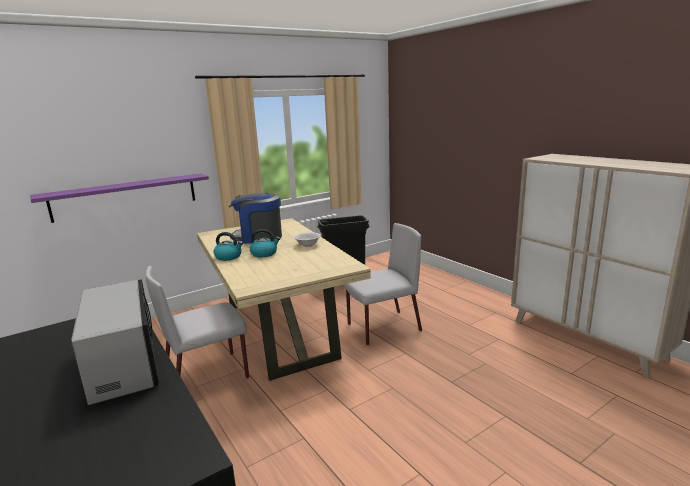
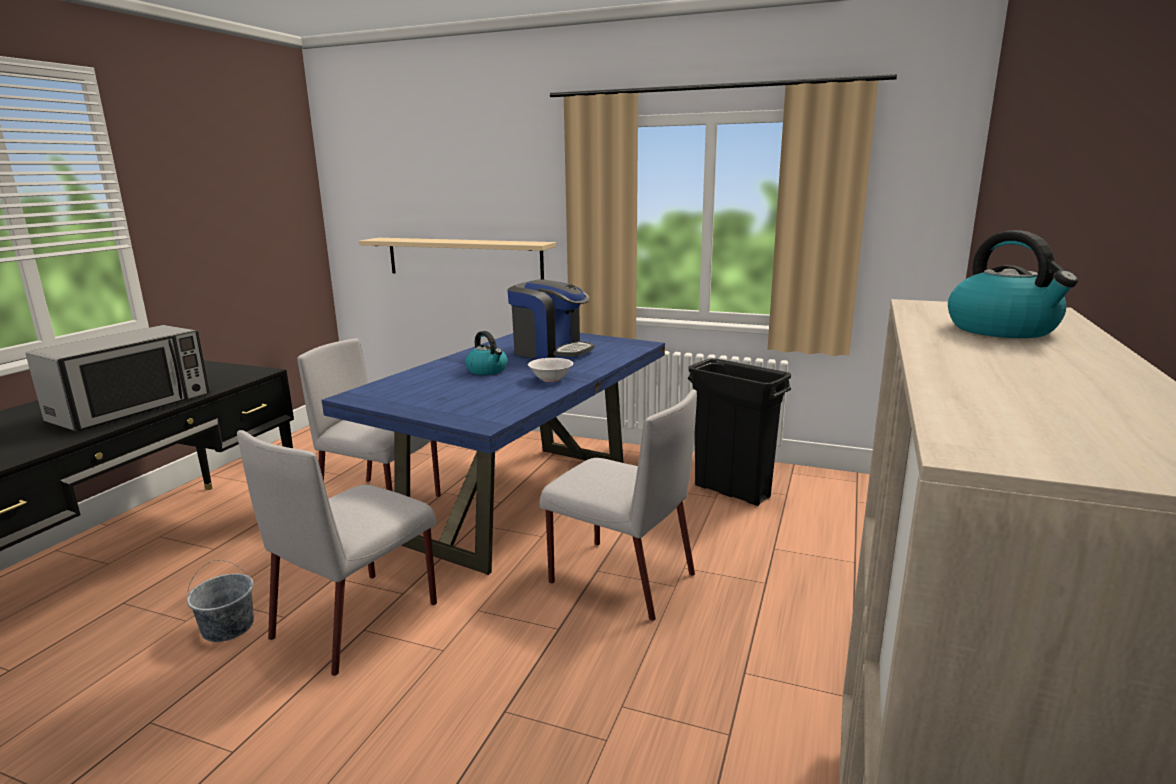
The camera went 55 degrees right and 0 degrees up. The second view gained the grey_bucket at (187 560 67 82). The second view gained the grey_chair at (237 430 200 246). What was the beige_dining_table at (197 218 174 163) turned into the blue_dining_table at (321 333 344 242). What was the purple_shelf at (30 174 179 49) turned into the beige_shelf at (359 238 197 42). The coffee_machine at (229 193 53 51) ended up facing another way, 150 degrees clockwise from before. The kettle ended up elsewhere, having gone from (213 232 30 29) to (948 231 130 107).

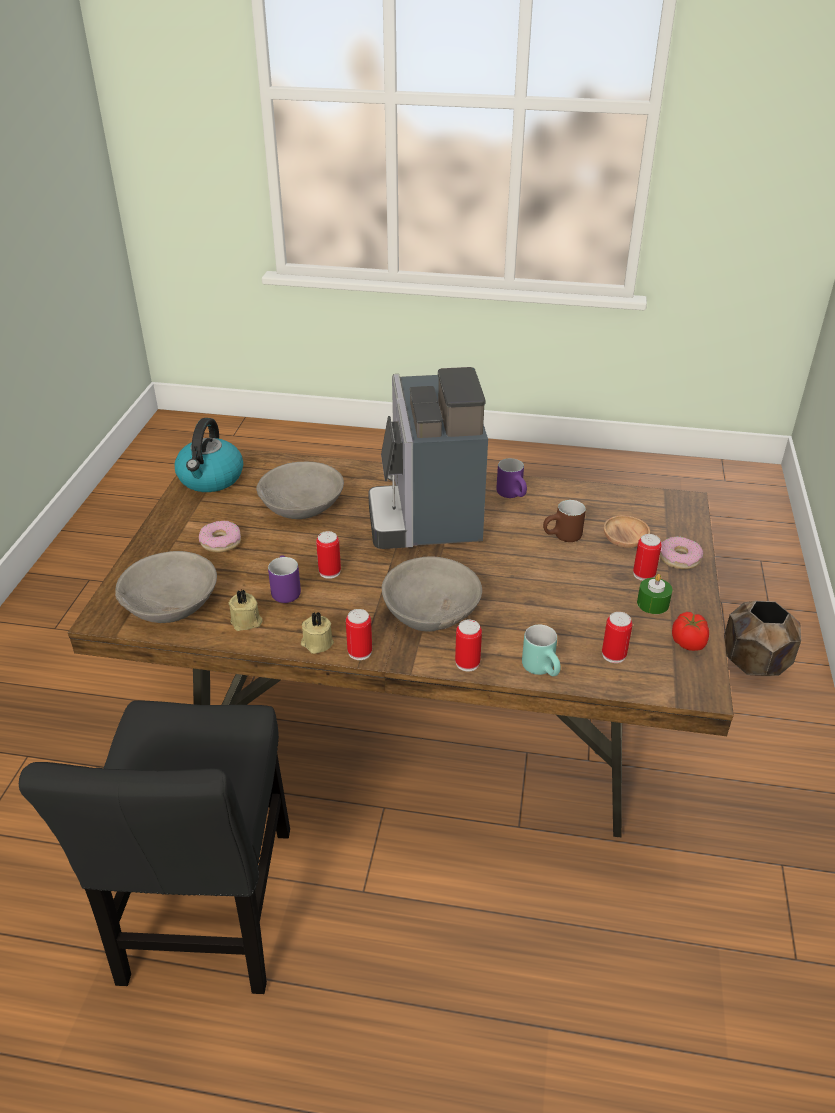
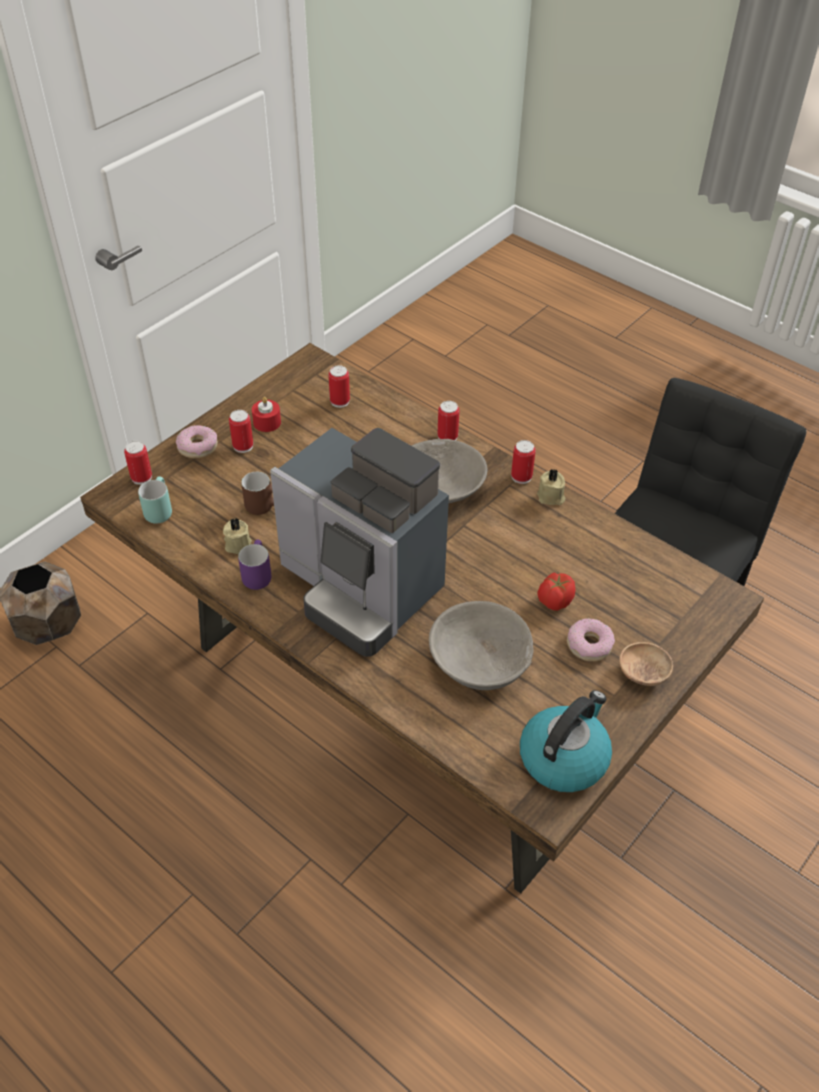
The camera went 150 degrees left and 10 degrees up. The can ended up elsewhere, having gone from (316 531 25 48) to (124 441 28 44). The turquoise_mug ended up elsewhere, having gone from (522 625 39 51) to (138 476 34 48). The beige_candle ended up elsewhere, having gone from (229 590 33 41) to (223 518 29 36). What was the green_candle at (637 574 36 40) turned into the red_candle at (252 397 29 35). The coffee_machine at (368 367 120 182) ended up facing another way, 105 degrees clockwise from before. The tomato ended up elsewhere, having gone from (672 612 37 39) to (537 572 38 39). The brown_bowl ended up elsewhere, having gone from (604 515 46 33) to (619 642 54 44). The second view lost the grey_bowl at (115 551 102 72). The second view lost the purple_mug at (268 555 33 48).

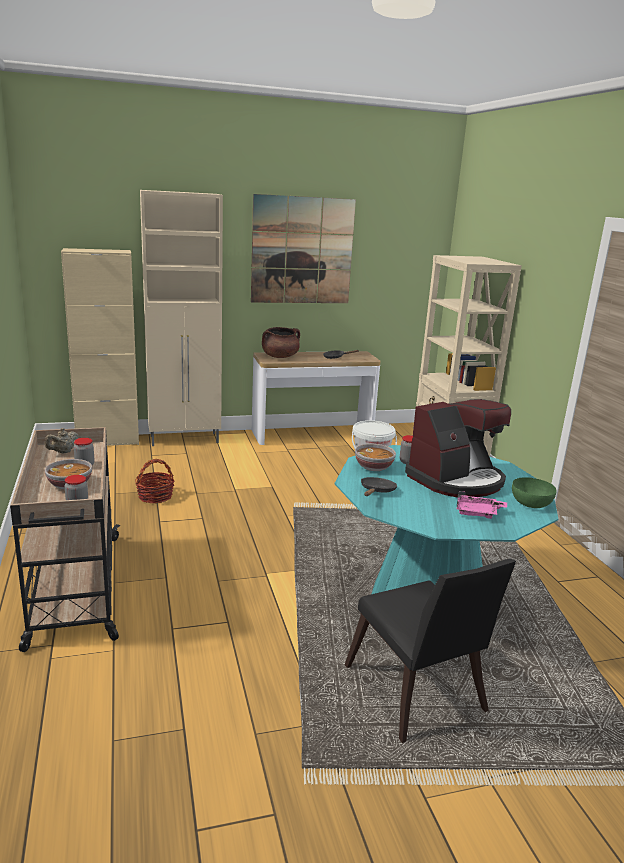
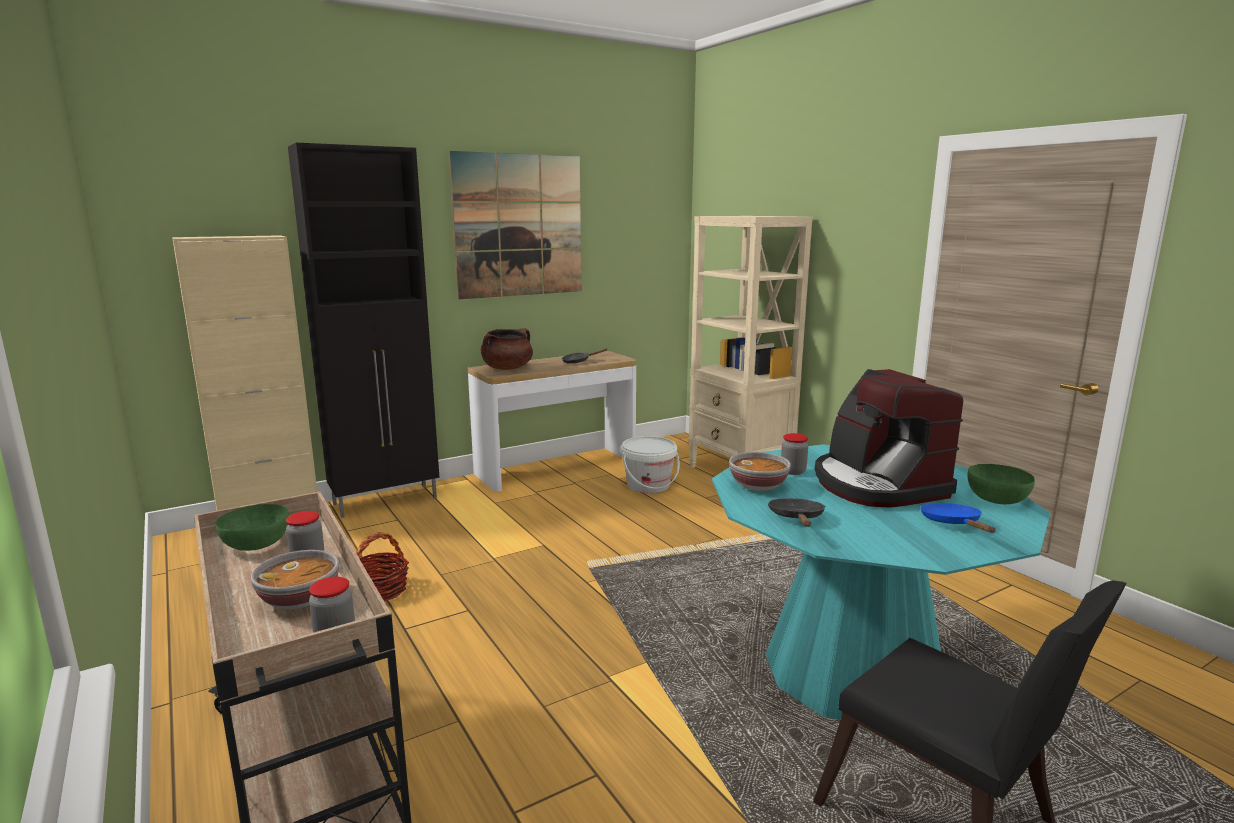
The camera went 15 degrees left and 5 degrees down. Where the beige_teapot stood at (45 428 34 25), the green_bowl came to stand at (216 504 73 47). What was the beige_cabinet at (140 190 83 256) turned into the black_cabinet at (288 143 151 375). The coffee_machine at (405 399 106 98) ended up facing another way, 120 degrees clockwise from before. Where the pink_tray stood at (457 491 50 28), the blue_frying_pan came to stand at (920 503 75 30).

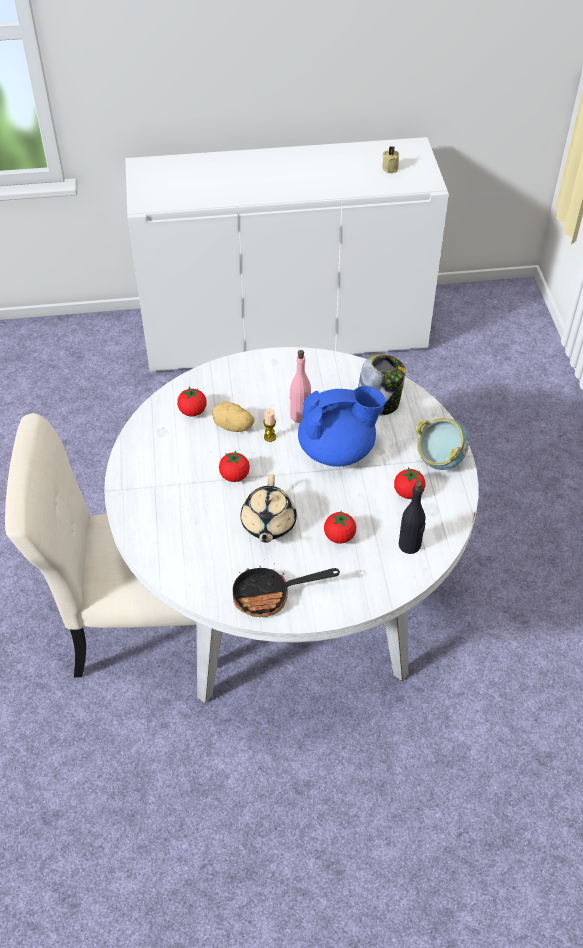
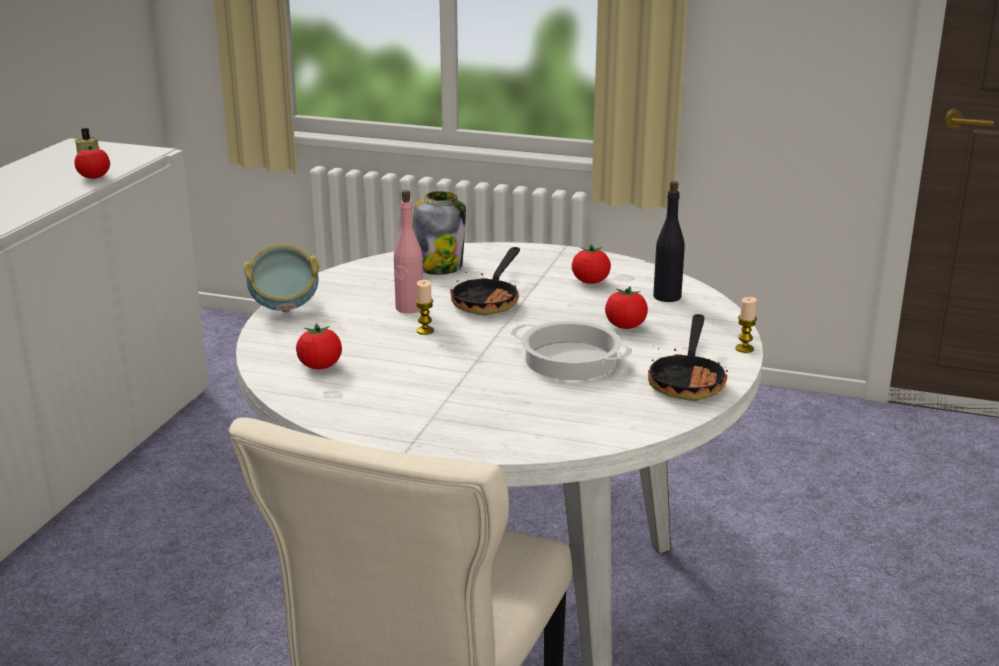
The camera went 65 degrees left and 25 degrees down. The tomato ended up elsewhere, having gone from (219 451 31 31) to (74 145 36 34). The bowl ended up elsewhere, having gone from (416 418 53 52) to (244 244 75 68). Where the blue_teapot stood at (298 386 88 81), the frying_pan came to stand at (450 247 70 68). Where the beige_teapot stood at (241 474 56 69), the cooking_pot came to stand at (511 321 121 59). The second view gained the candle at (735 297 22 56). The second view lost the potato at (212 401 43 31).

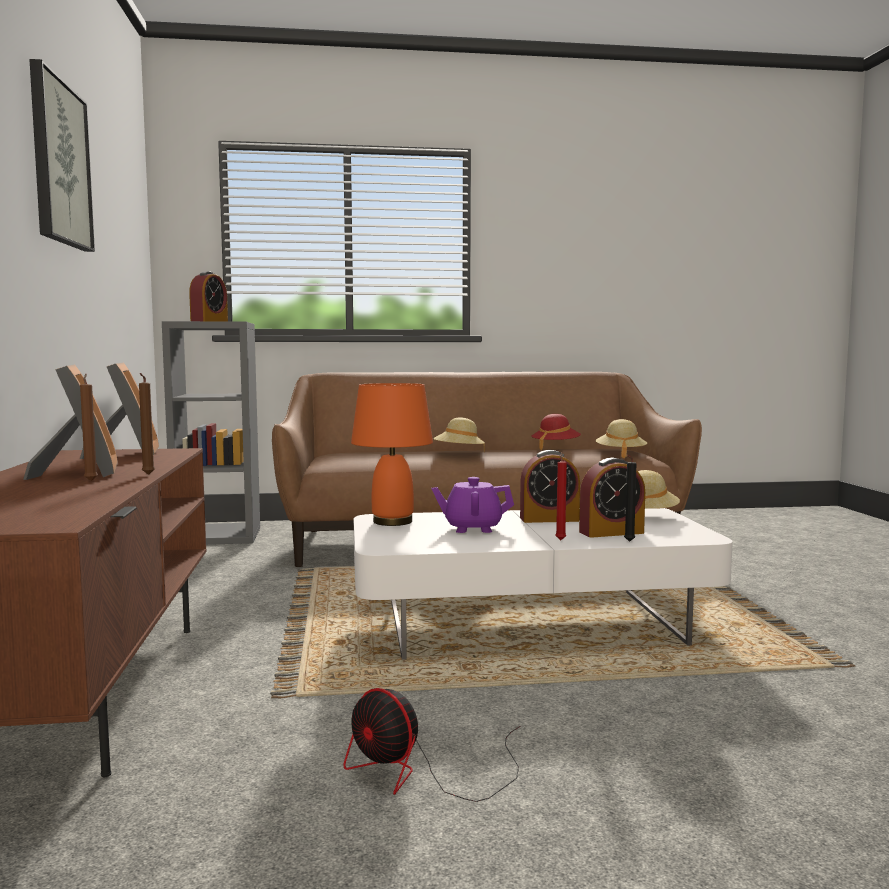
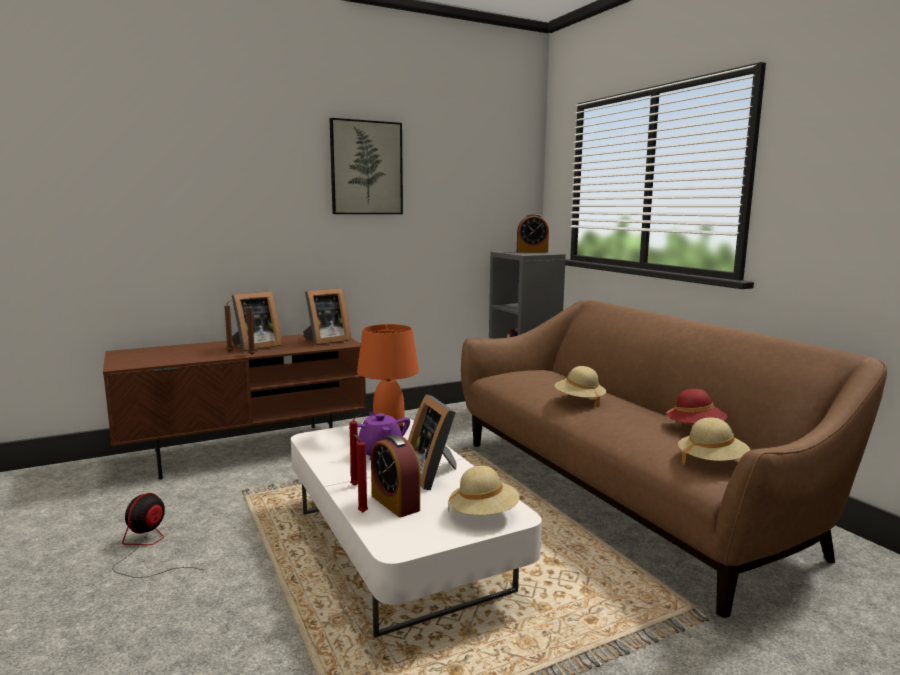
The camera went 70 degrees right and 5 degrees up. What was the black_candle at (624 455 12 87) turned into the red_candle at (354 434 14 78). Where the alarm_clock stood at (520 450 60 73), the picture_frame came to stand at (408 395 48 95).

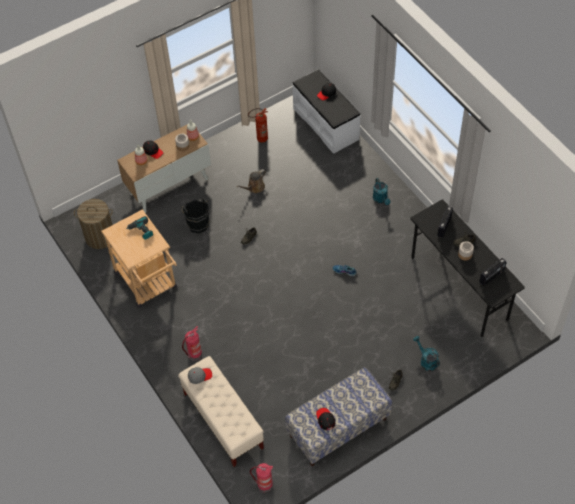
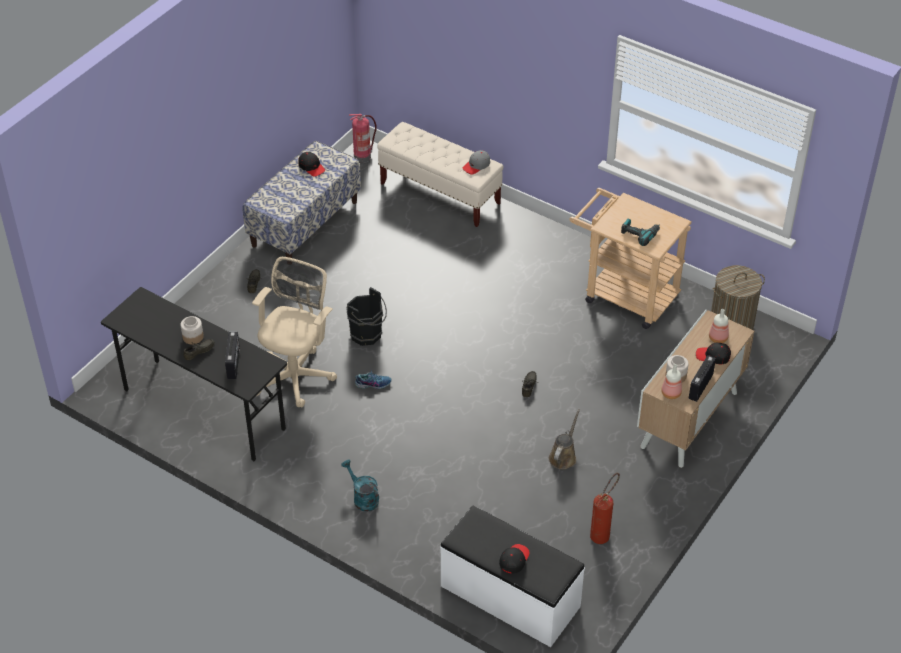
The camera went 155 degrees right and 10 degrees down. The second view gained the beige_office_chair at (252 257 85 151). The black_bucket ended up elsewhere, having gone from (182 197 27 36) to (346 287 41 59). The radio ended up elsewhere, having gone from (479 258 28 28) to (689 355 27 47). The second view lost the fire_extinguisher at (182 326 20 35). The second view lost the turquoise_watering_can at (413 336 27 35).

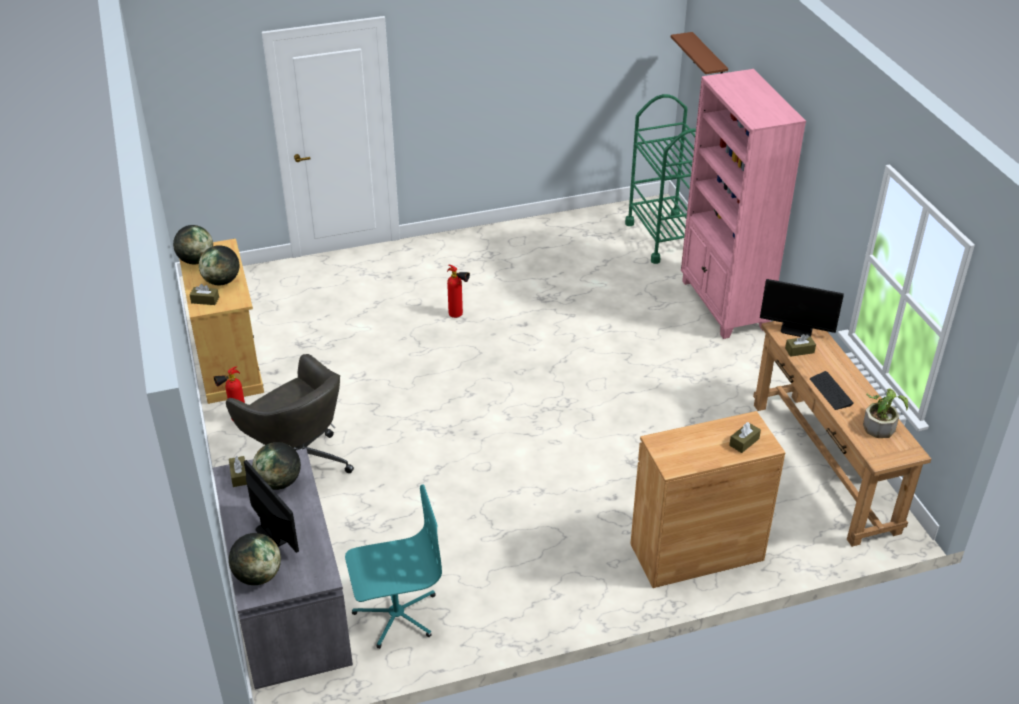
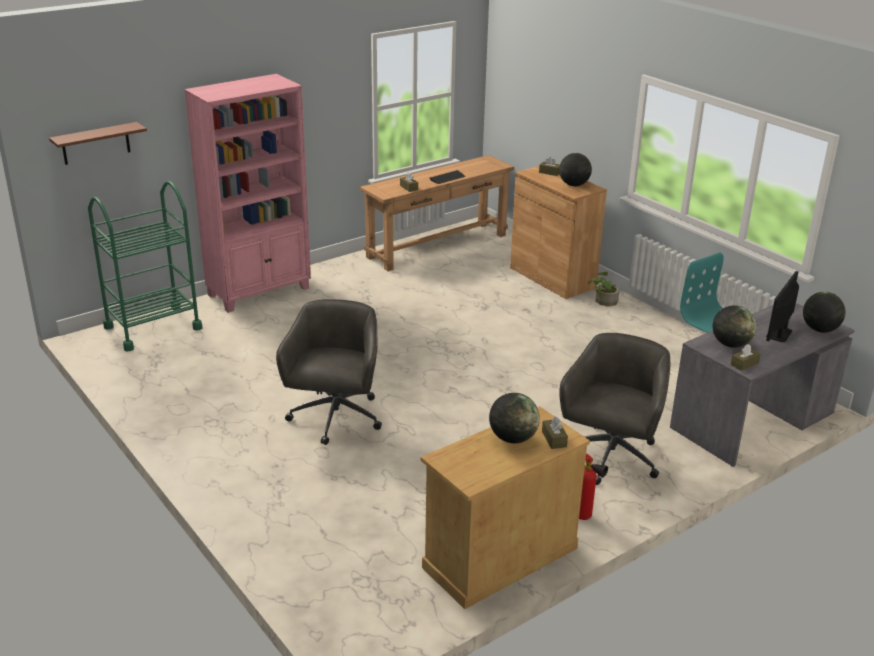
The camera went 110 degrees left and 10 degrees down. Where the fire_extinguisher stood at (447 265 23 53), the grey_office_chair came to stand at (276 299 106 146). The globe ended up elsewhere, having gone from (173 225 40 39) to (559 153 33 33). The potted_plant ended up elsewhere, having gone from (863 388 45 50) to (588 272 32 35). The second view lost the monitor at (760 279 84 58).

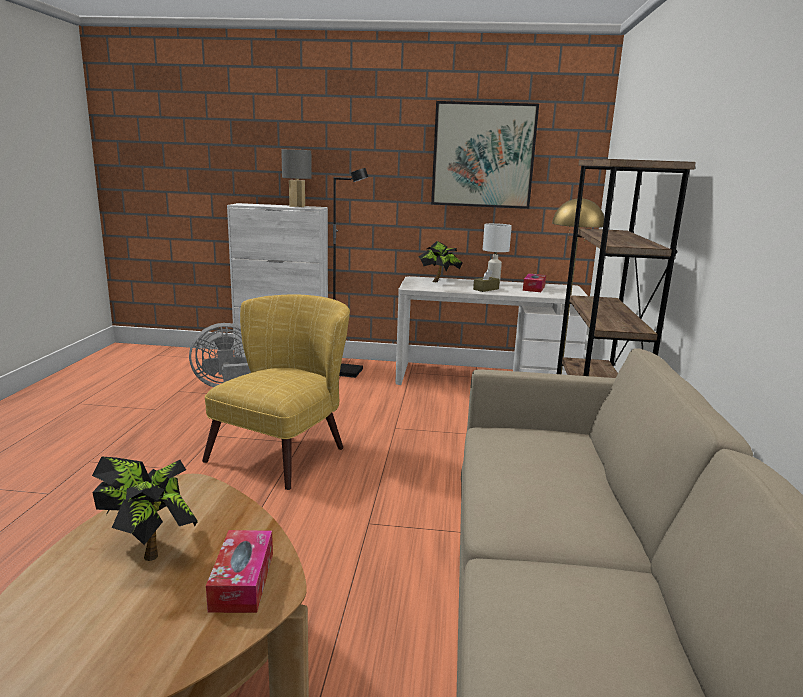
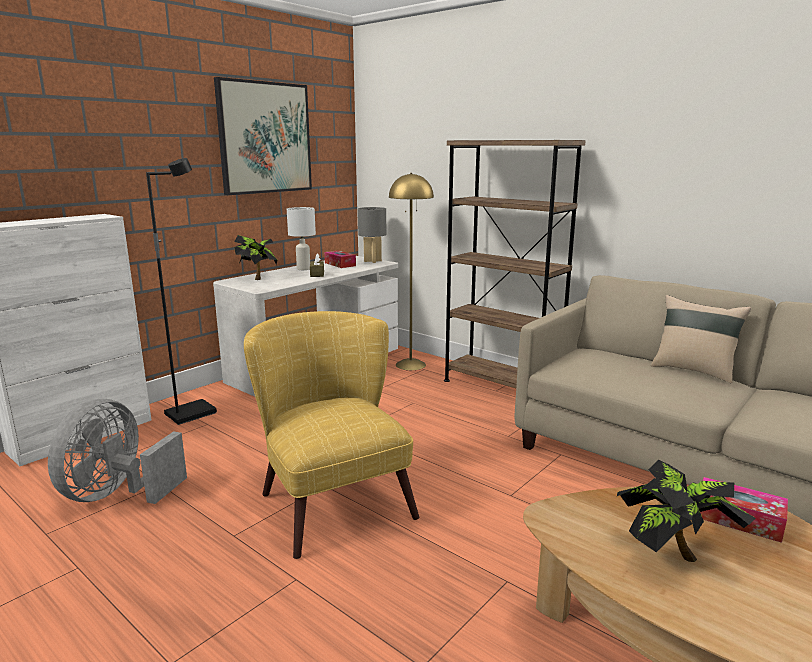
The camera went 55 degrees left and 0 degrees up. The grey_table_lamp ended up elsewhere, having gone from (281 149 31 58) to (358 207 28 56). The second view gained the beige_pillow at (651 295 100 88).

